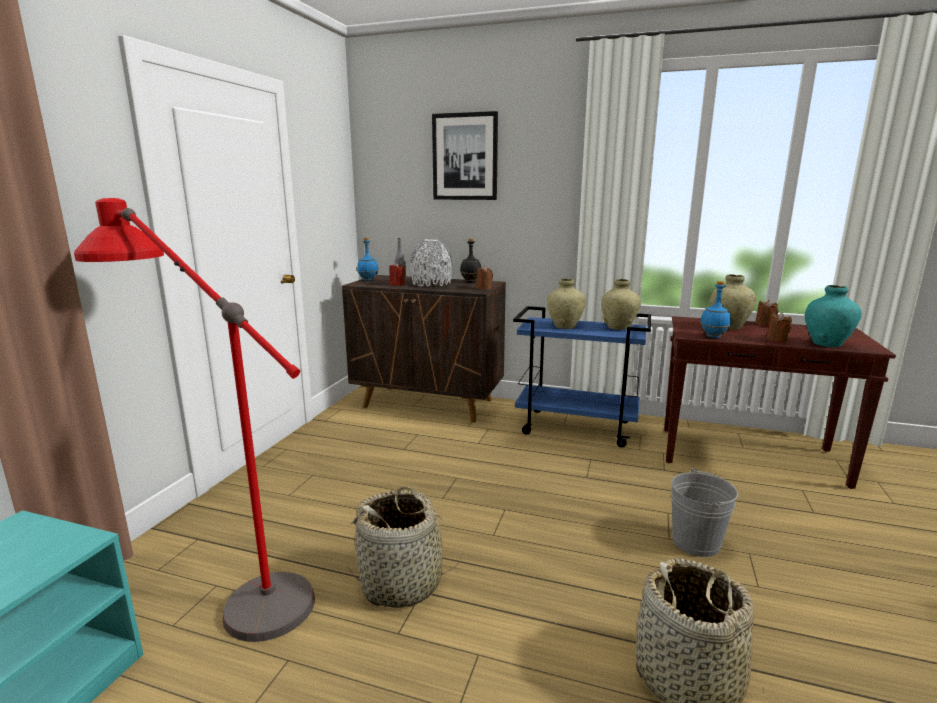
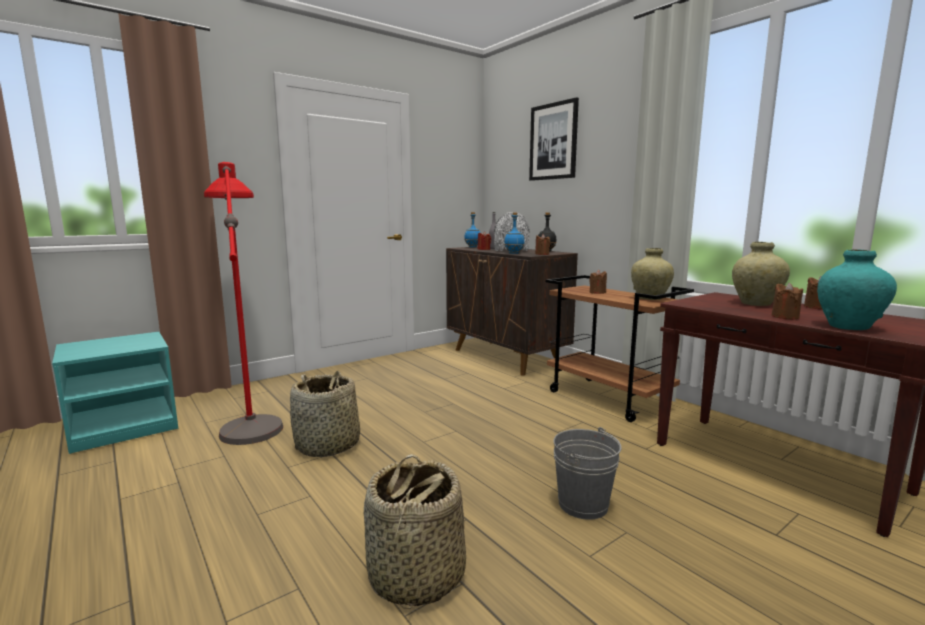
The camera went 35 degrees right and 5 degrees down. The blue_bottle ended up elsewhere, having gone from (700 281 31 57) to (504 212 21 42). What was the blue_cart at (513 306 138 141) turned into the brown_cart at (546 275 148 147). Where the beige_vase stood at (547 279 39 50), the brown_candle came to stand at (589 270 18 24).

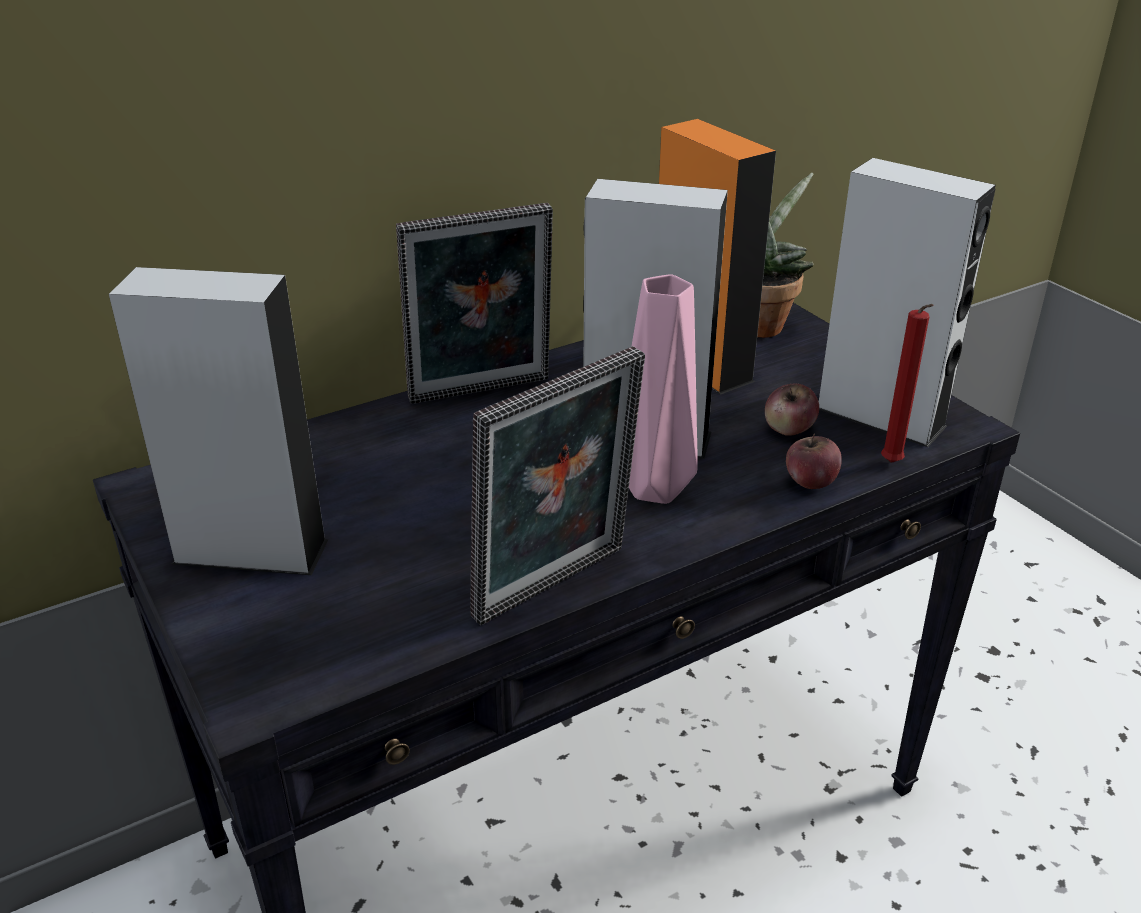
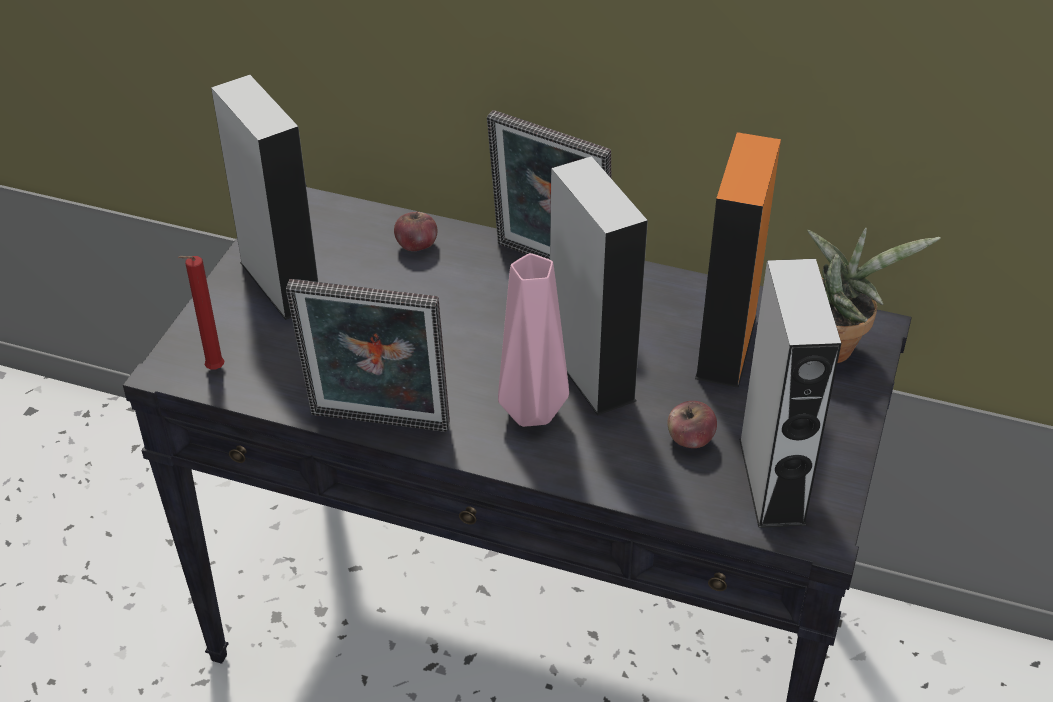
The camera went 50 degrees right and 10 degrees up. The red_candle ended up elsewhere, having gone from (881 304 52 159) to (178 256 46 114). The apple ended up elsewhere, having gone from (786 434 56 55) to (394 211 44 40).

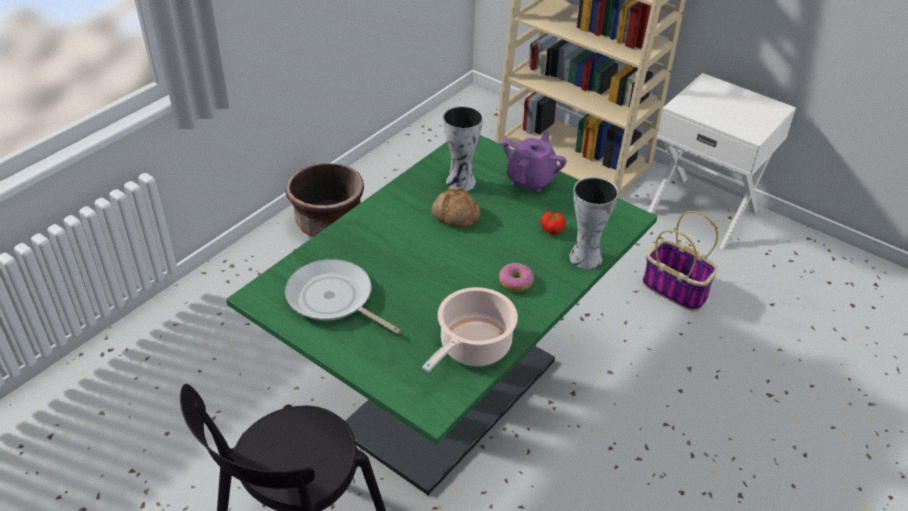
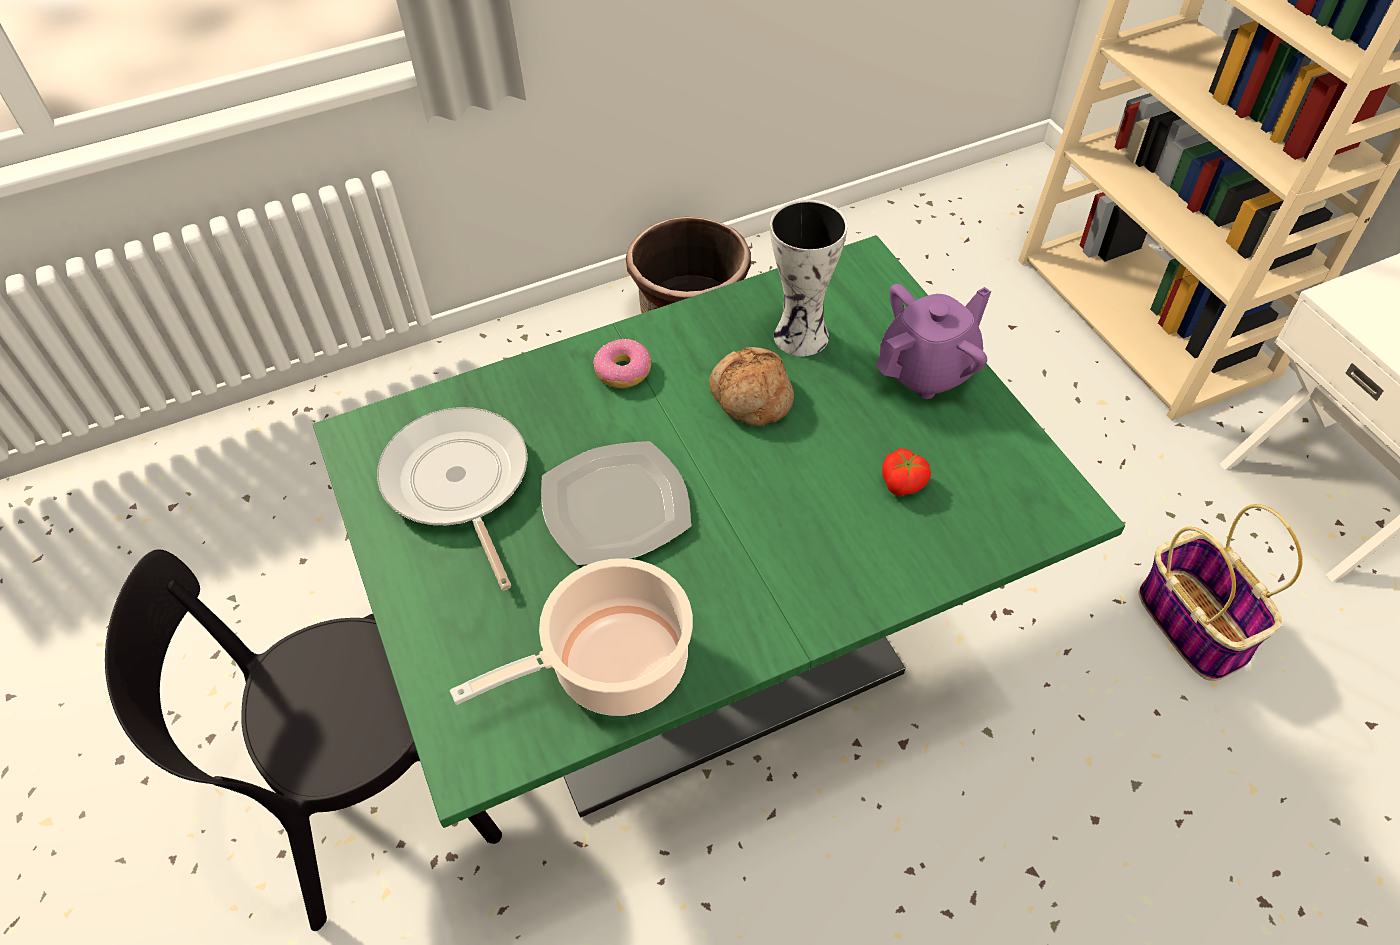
The camera went 30 degrees right and 10 degrees up. The second view gained the plate at (541 441 150 124). The donut ended up elsewhere, having gone from (499 263 35 29) to (593 339 58 49). The second view lost the vase at (569 177 50 92).

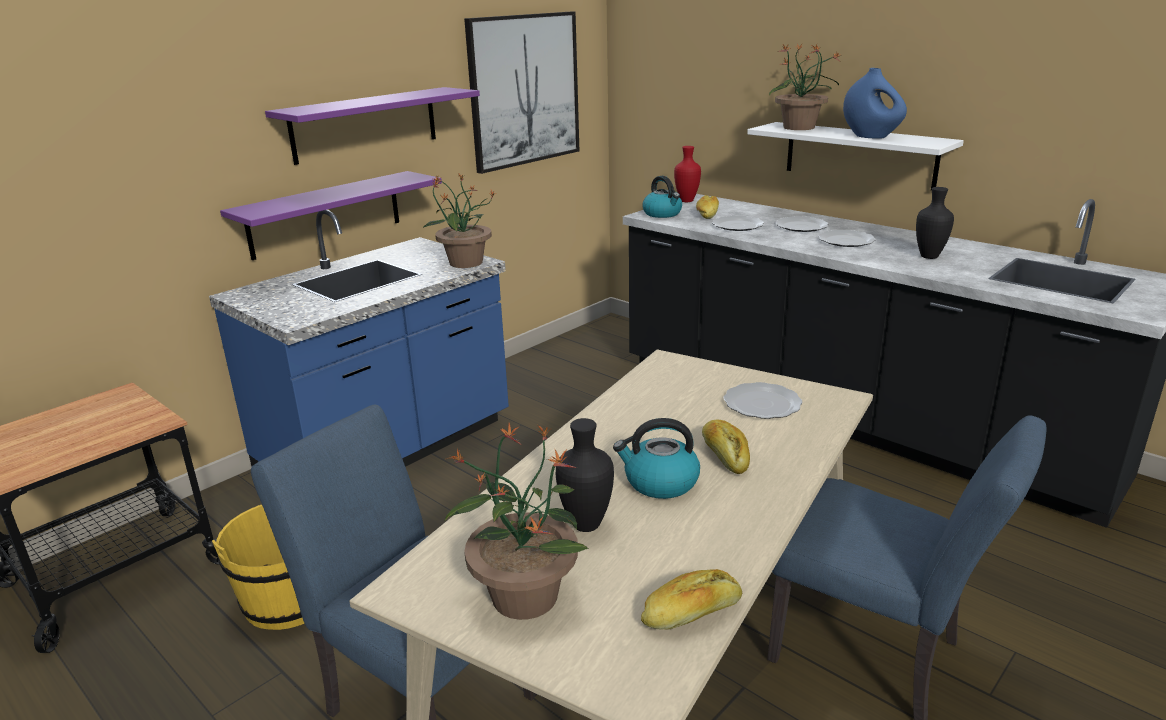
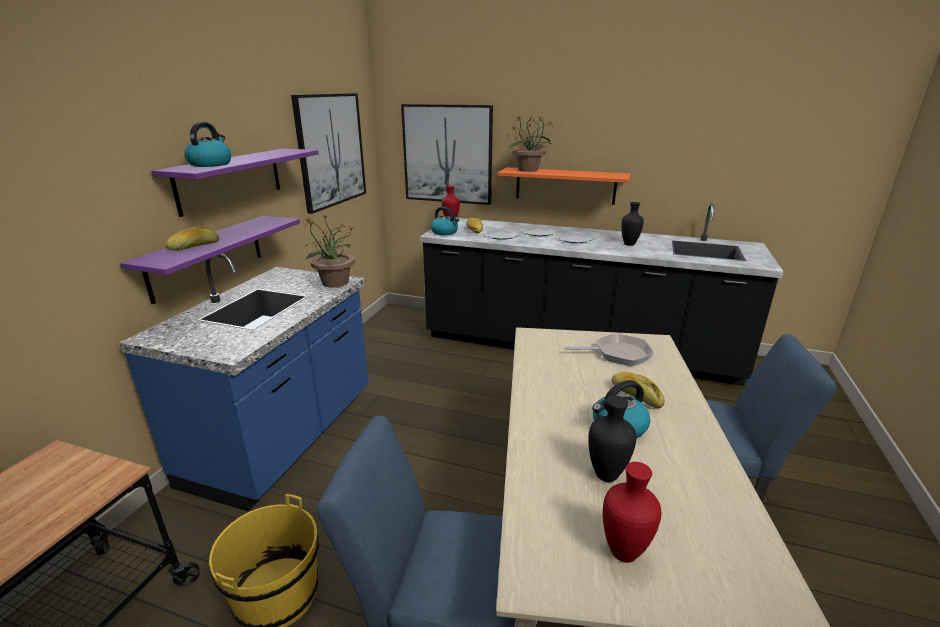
The camera went 25 degrees left and 0 degrees up. The bread ended up elsewhere, having gone from (641 569 101 61) to (165 226 55 25). The second view gained the kettle at (184 122 47 45). The second view gained the picture at (401 104 92 101). What was the white_shelf at (747 122 217 68) turned into the orange_shelf at (498 167 133 38). Where the plate stood at (724 382 79 37), the frying_pan came to stand at (565 333 89 33). Where the potted_plant stood at (444 423 144 197), the red_vase came to stand at (603 462 58 101). The second view lost the blue_vase at (843 68 64 71).

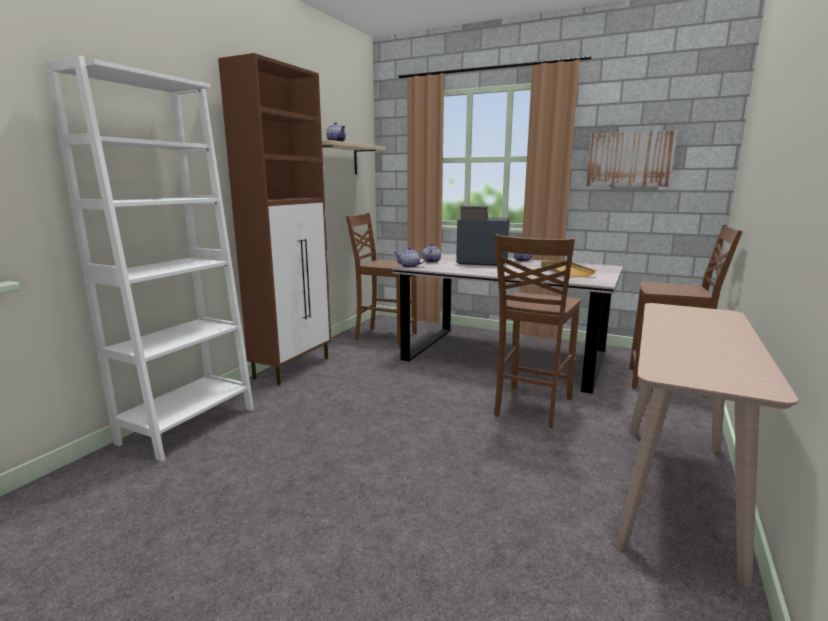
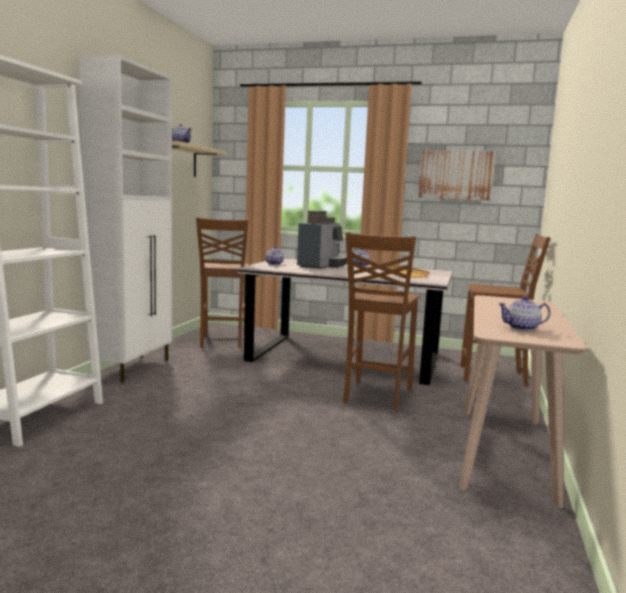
The camera went 10 degrees left and 5 degrees down. What was the brown_cabinet at (218 53 113 332) turned into the white_cabinet at (79 55 93 328). The brown_chair at (346 213 71 134) ended up facing another way, 105 degrees counterclockwise from before. The coffee_machine at (456 206 54 60) ended up facing another way, 105 degrees clockwise from before. The teapot ended up elsewhere, having gone from (394 247 32 21) to (498 296 53 35).

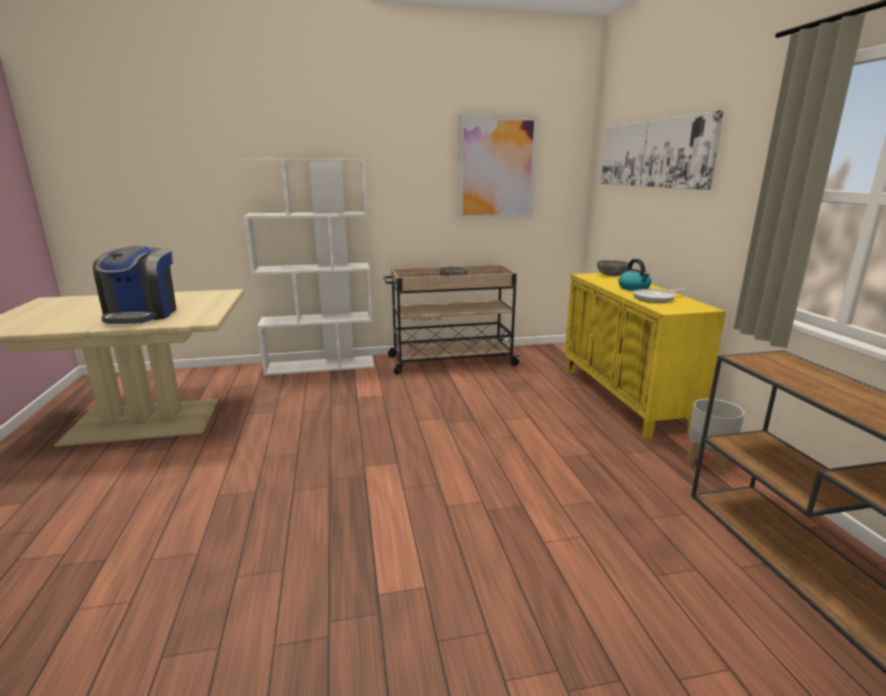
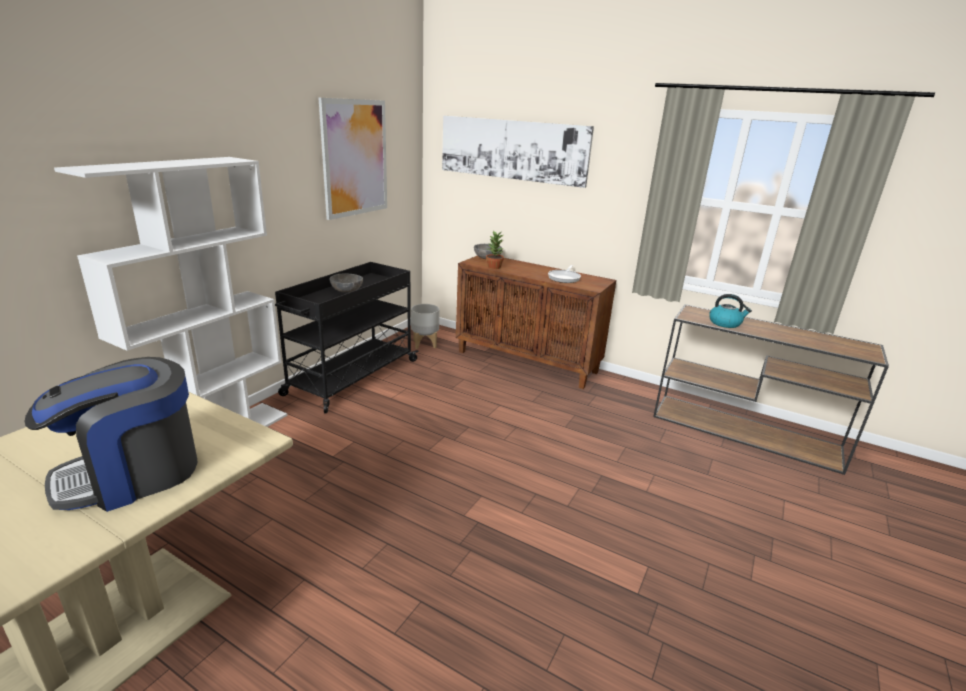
The camera went 50 degrees left and 5 degrees up. The coffee_machine at (93 246 83 78) ended up facing another way, 105 degrees clockwise from before. What was the beige_cart at (383 265 138 110) turned into the black_cart at (275 262 144 151). The grey_planter ended up elsewhere, having gone from (687 399 58 76) to (411 304 29 45). What was the yellow_cabinet at (565 273 161 167) turned into the brown_cabinet at (456 256 160 133). The second view gained the potted_plant at (486 230 18 39). The kettle ended up elsewhere, having gone from (619 259 32 32) to (709 294 43 34).

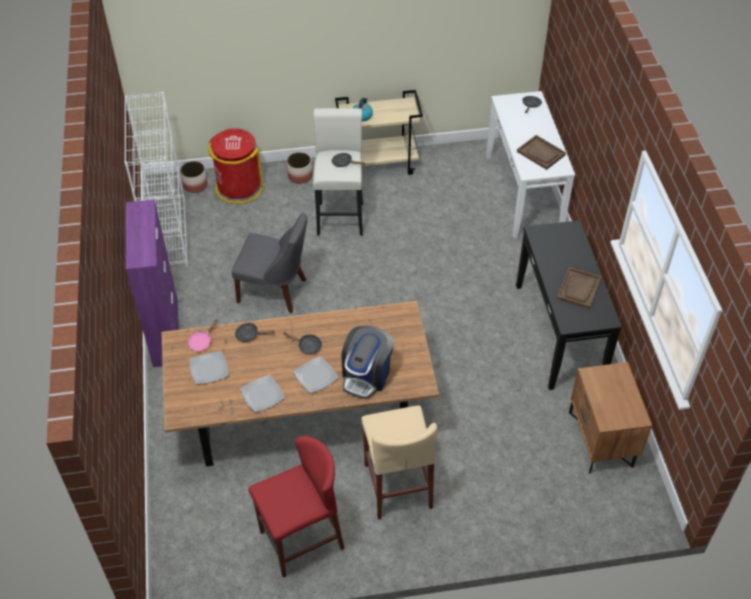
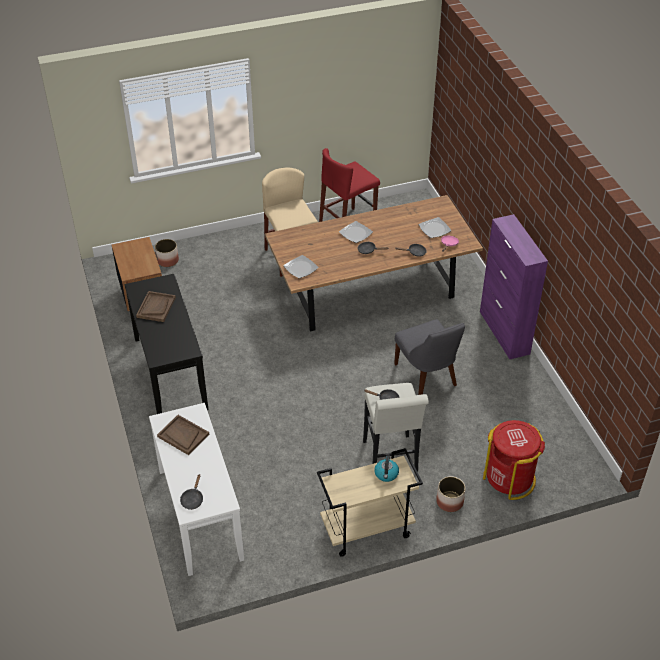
The camera went 170 degrees right and 5 degrees down. The planter ended up elsewhere, having gone from (180 161 28 32) to (155 239 24 28). The plate ended up elsewhere, having gone from (240 375 45 37) to (283 255 36 23). The grey_chair at (232 213 75 100) ended up facing another way, 120 degrees counterclockwise from before. The second view lost the white_bookcase at (124 92 65 175). The second view lost the coffee_machine at (342 325 52 74).

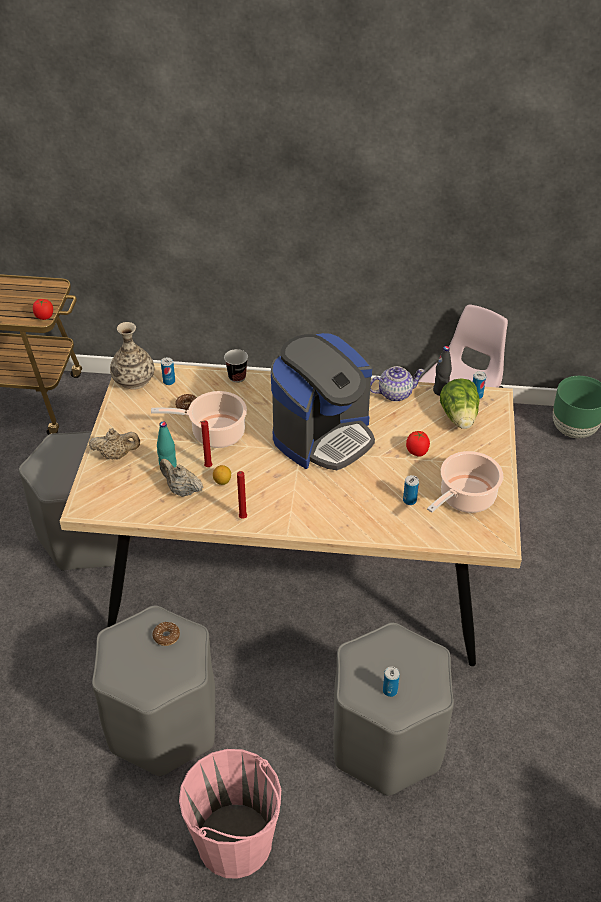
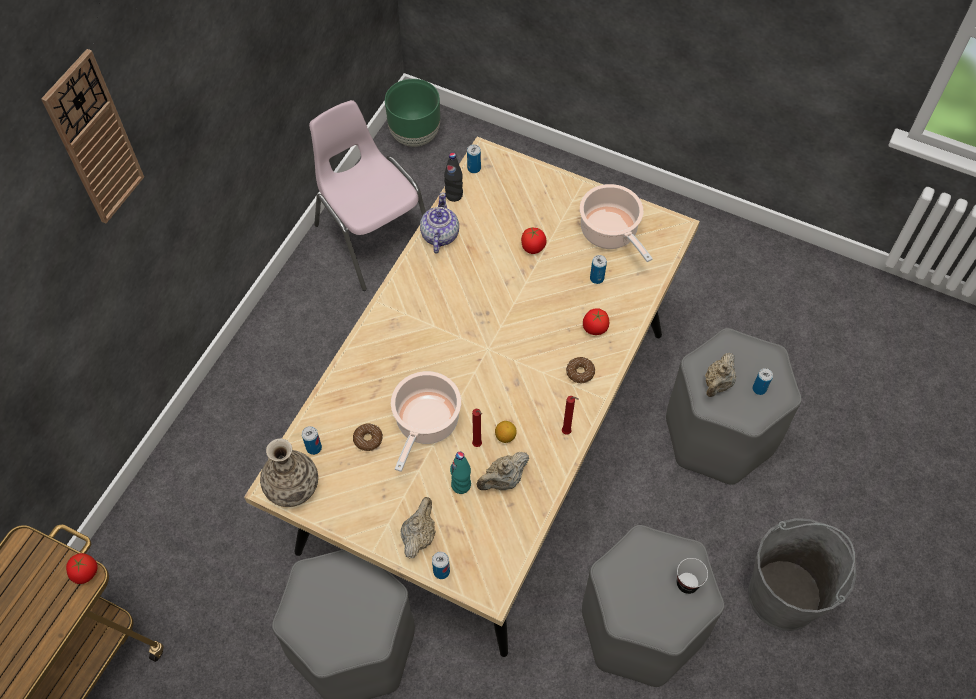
The camera went 70 degrees left and 15 degrees up. The second view gained the wall_clock at (41 49 103 174). The second view gained the can at (432 552 18 27). The donut ended up elsewhere, having gone from (153 622 27 24) to (566 357 29 26). The second view gained the tomato at (583 308 26 27). The cup ended up elsewhere, having gone from (224 349 24 34) to (677 558 31 36). The second view gained the beige_teapot at (705 353 31 44). What was the pink_bucket at (179 749 102 130) turned into the grey_bucket at (748 518 109 113). The second view lost the coffee_machine at (271 333 104 137). The second view lost the lettuce at (440 378 40 51).

